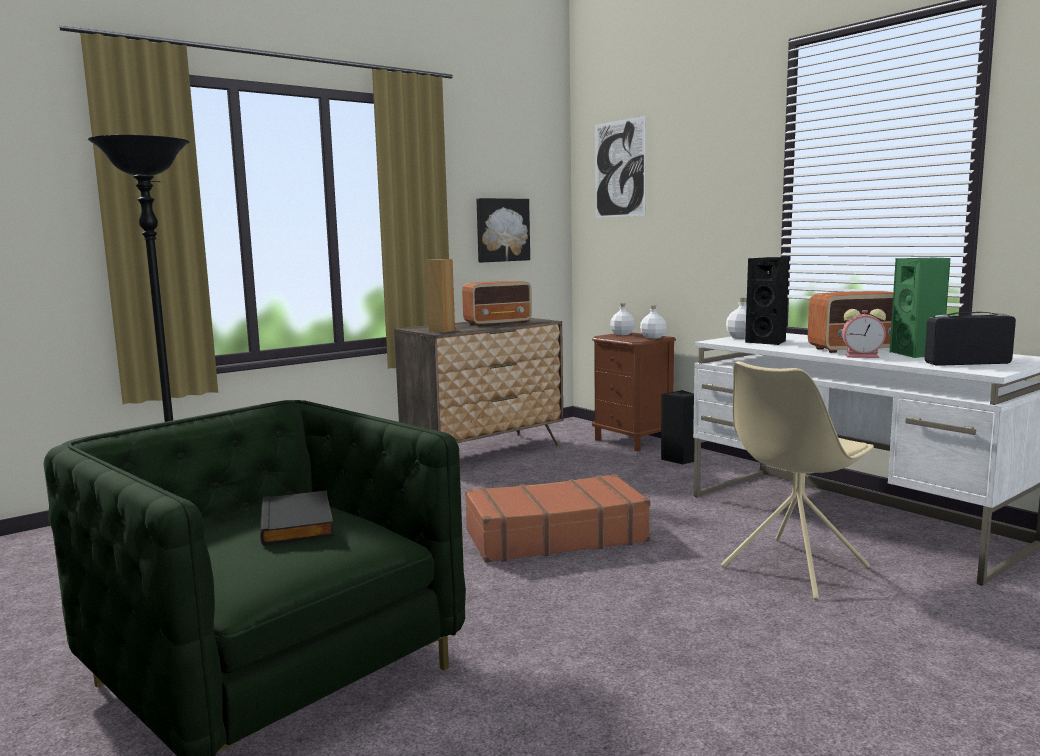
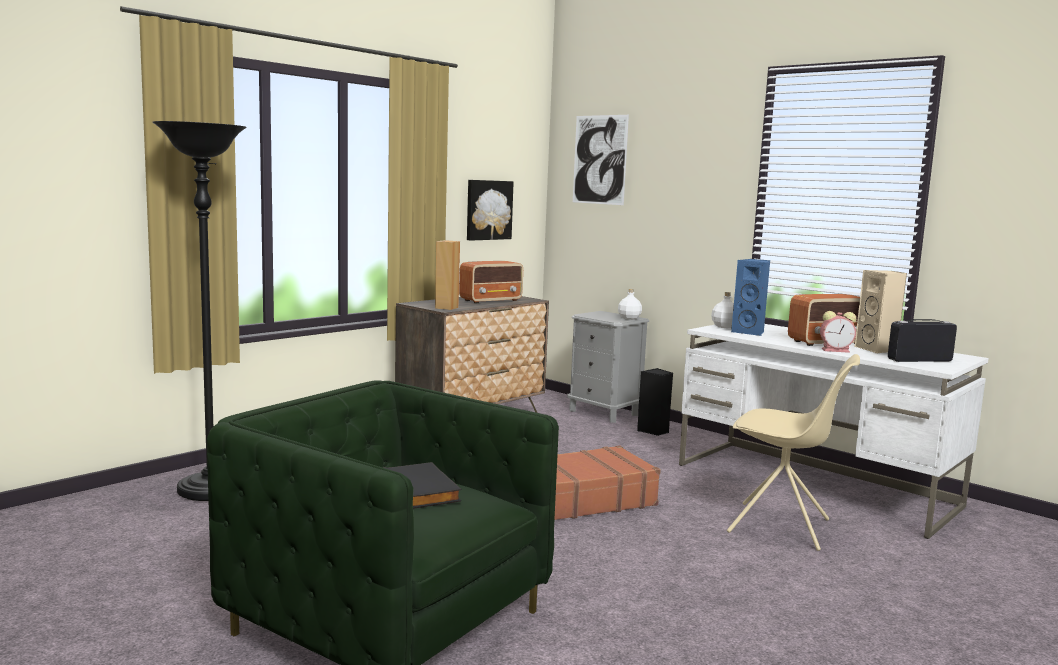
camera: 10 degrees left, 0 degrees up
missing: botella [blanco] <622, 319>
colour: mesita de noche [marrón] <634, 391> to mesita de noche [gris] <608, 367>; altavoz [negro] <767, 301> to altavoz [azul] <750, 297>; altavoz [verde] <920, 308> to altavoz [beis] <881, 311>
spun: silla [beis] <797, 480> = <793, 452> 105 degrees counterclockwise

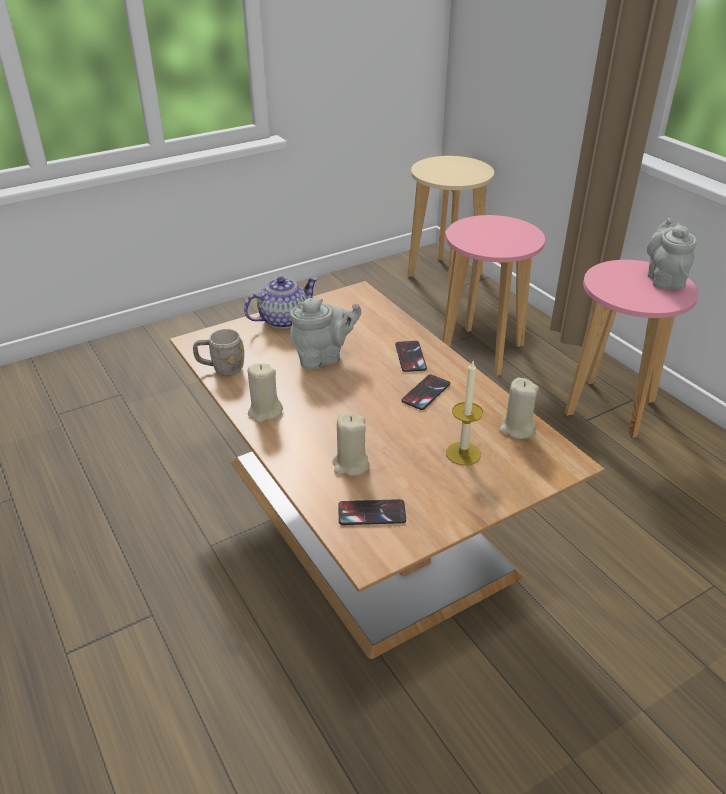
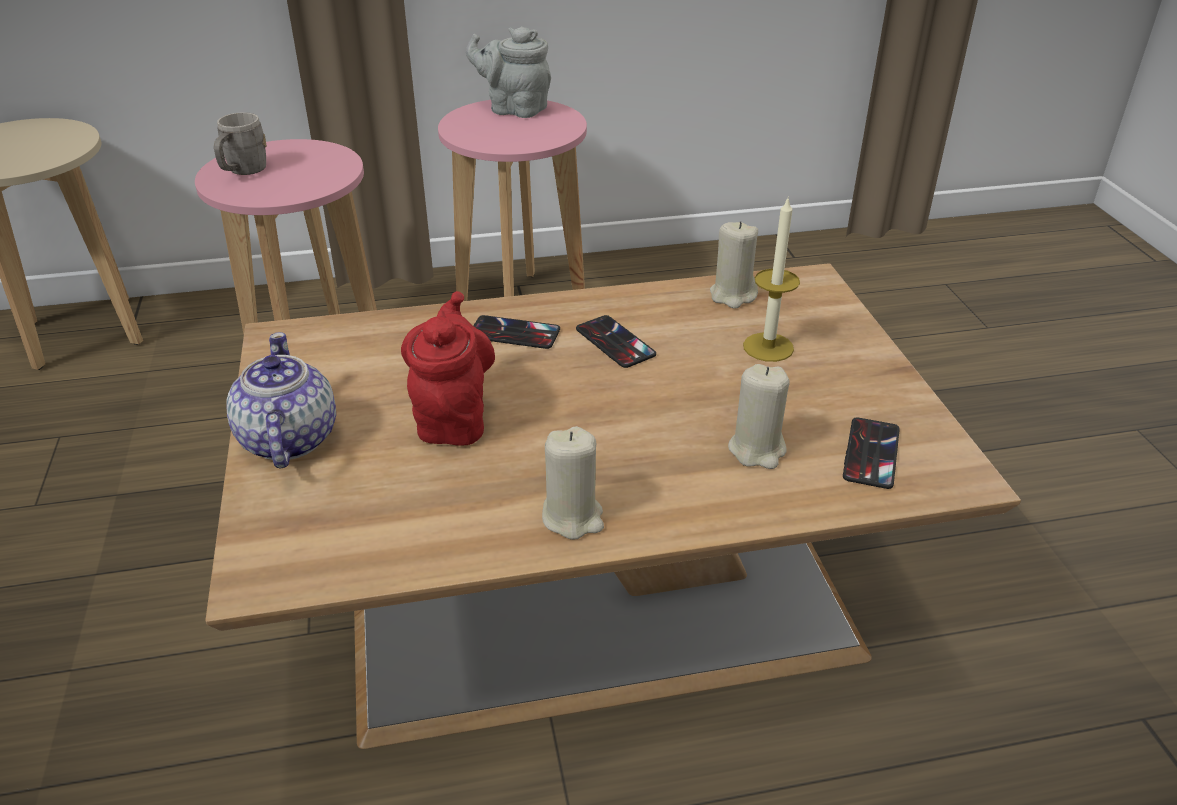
camera: 70 degrees left, 0 degrees up
relocated: taza grande [gris] <218, 352> to <240, 143>
colour: tetera [gris] <325, 333> to tetera [rojo] <448, 368>

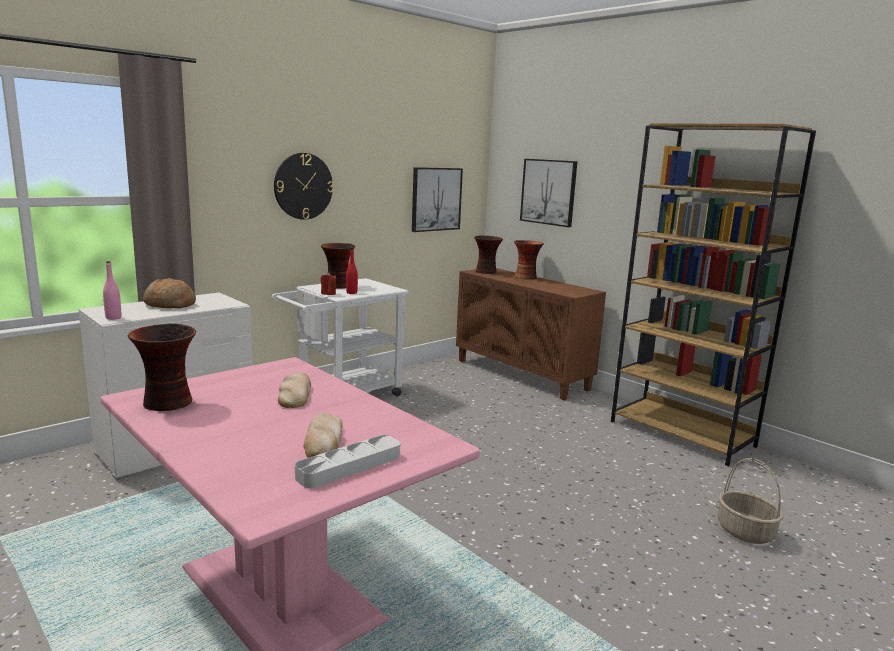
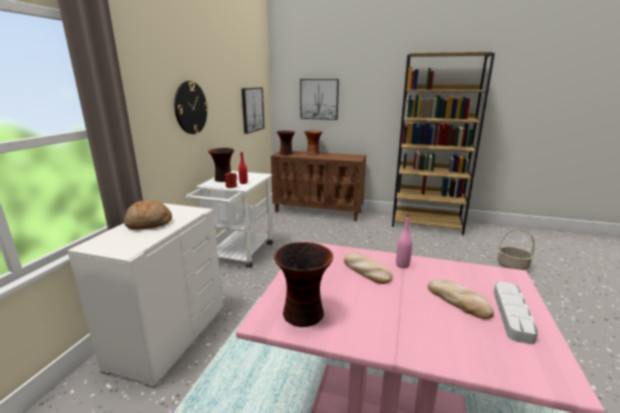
camera: 30 degrees left, 5 degrees up
relocated: botella [rosa] <112, 290> to <404, 241>

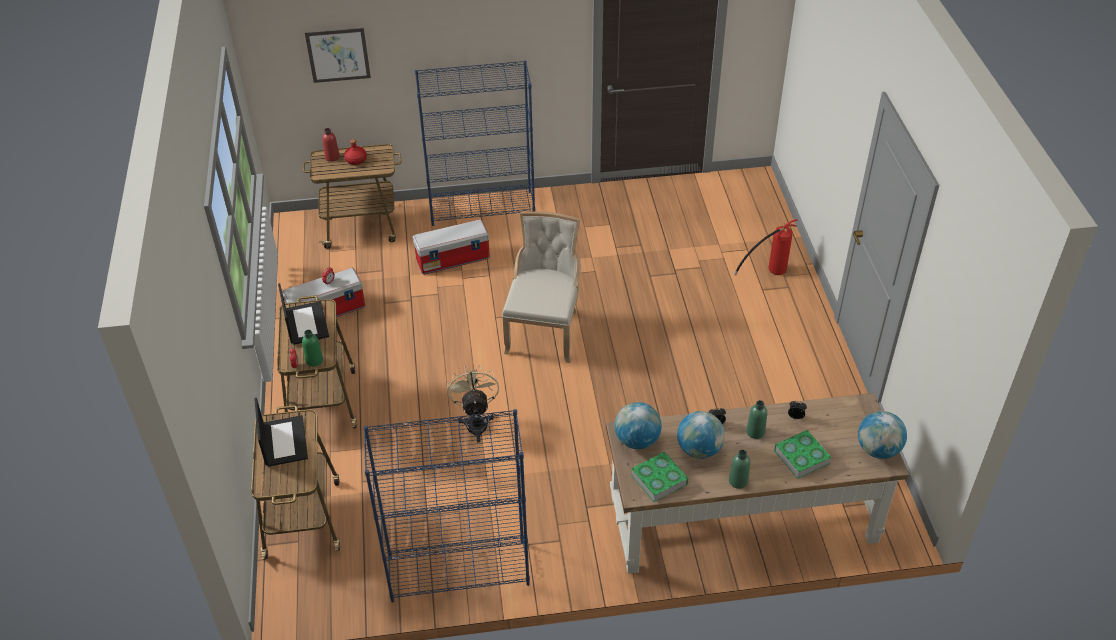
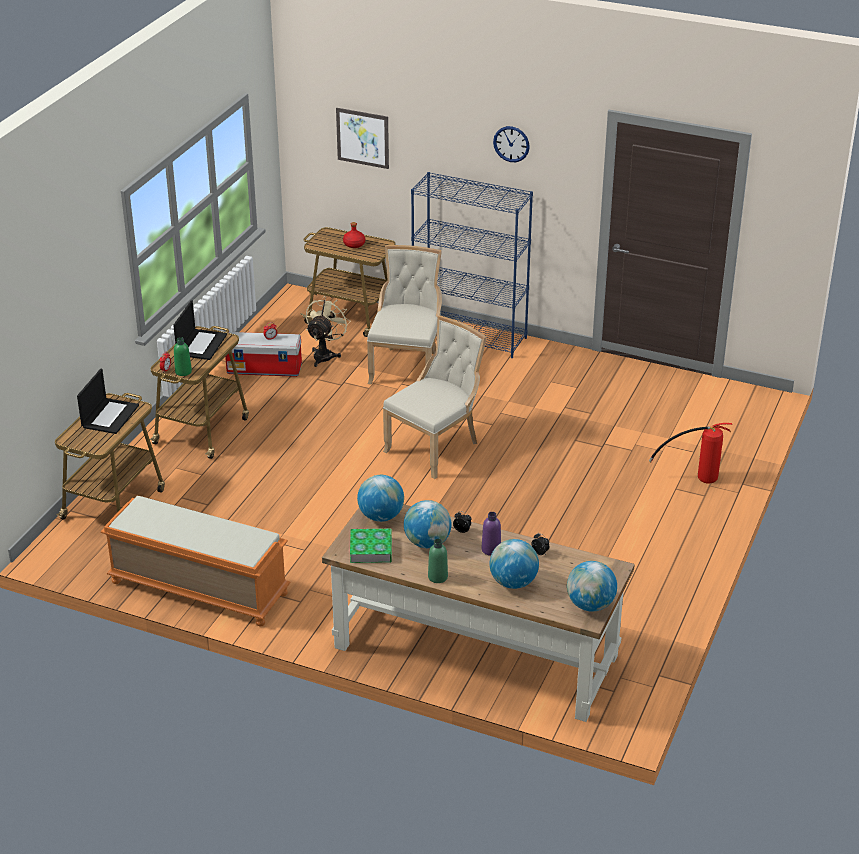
camera: 30 degrees right, 10 degrees down
missing: botella [rojo] <331, 145>
appeared: reloj de pared <511, 144>
relocated: ventilador [beis] <473, 404> to <328, 331>
exchanged: estantería [azul] <446, 506> to banco [naranja] <196, 561>; caja de almacenaje <451, 247> to silla [beis] <404, 314>; libro <803, 454> to globo terráqueo <514, 564>
colour: botella [verde] <756, 419> to botella [morado] <491, 534>

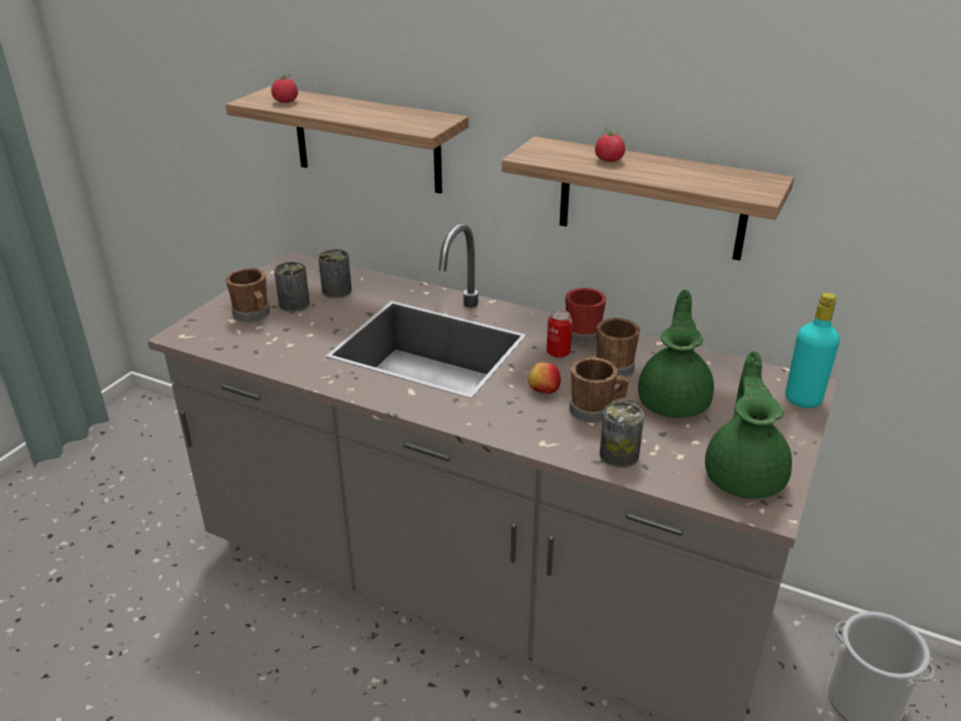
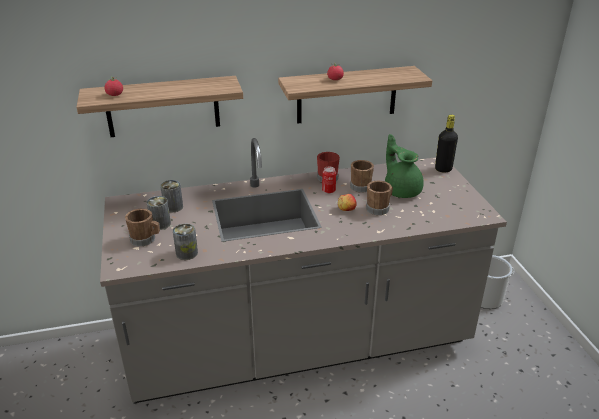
camera: 40 degrees left, 0 degrees up
missing: tetera [verde] <748, 425>
relocated: lata <622, 434> to <185, 241>
colour: botella [turquesa] <812, 350> to botella [negro] <446, 144>

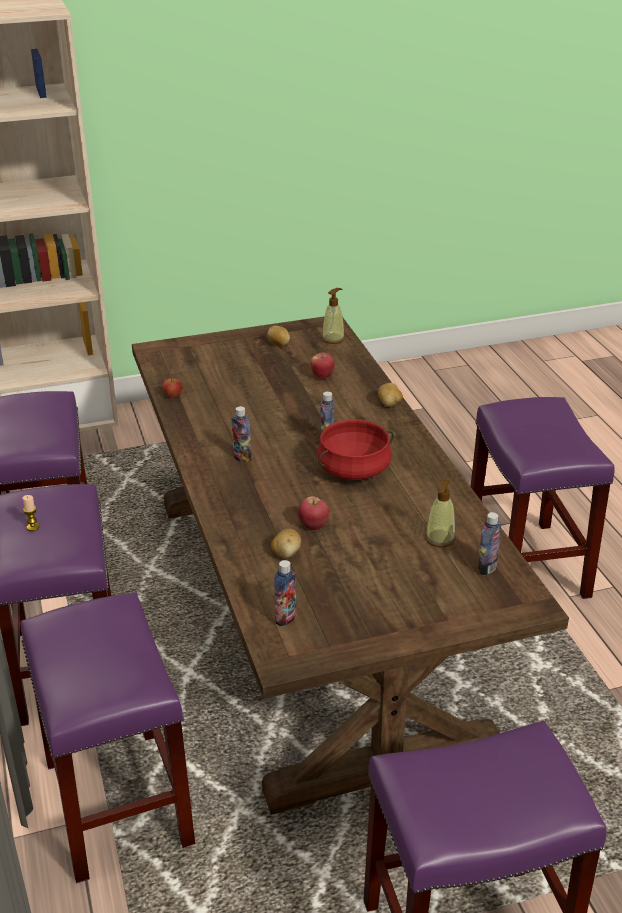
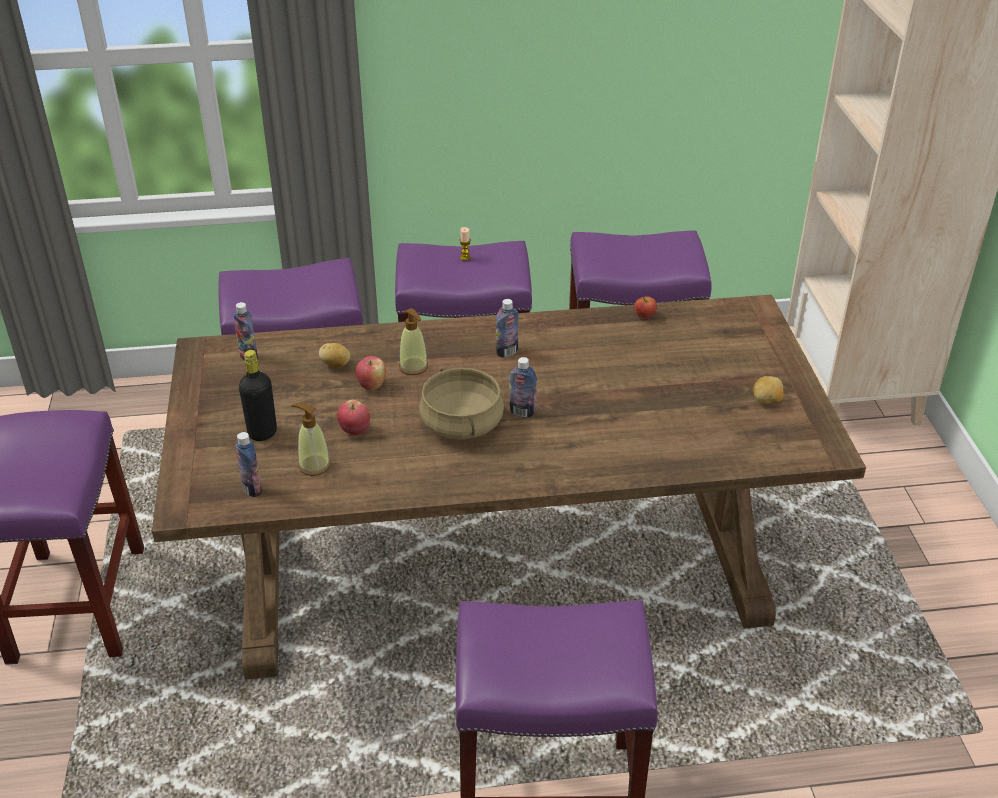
camera: 100 degrees right, 5 degrees up
missing: patata <390, 395>
appeared: botella [negro] <258, 395>
relocated: manzana <322, 365> to <353, 417>; dispensador de jabón <333, 316> to <413, 341>
colour: olla [rojo] <355, 450> to olla [beis] <461, 403>

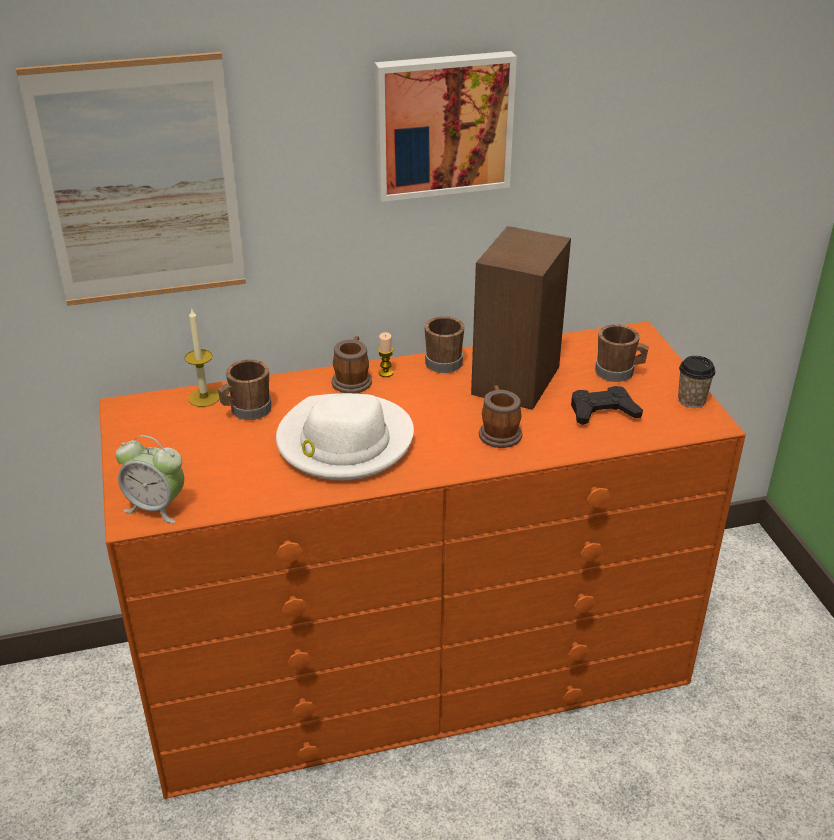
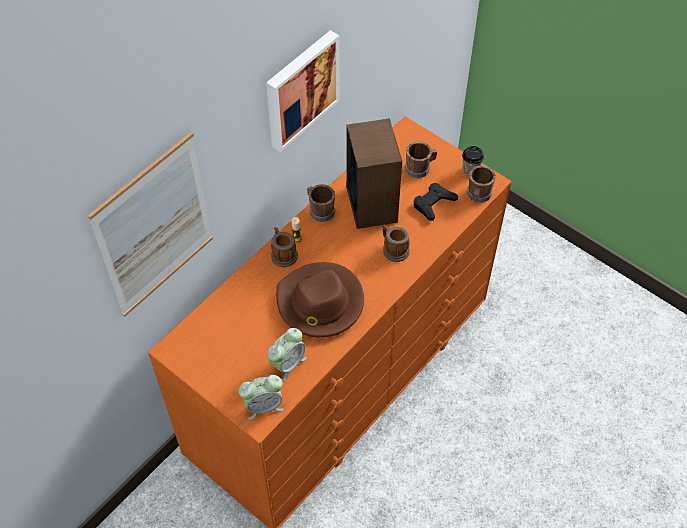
camera: 35 degrees left, 20 degrees up
missing: vela <202, 358>
appeared: despertador <287, 354>
relocated: taza grande [marrón] <245, 390> to <481, 184>
colour: sombrero [blanco] <345, 436> to sombrero [marrón] <320, 300>

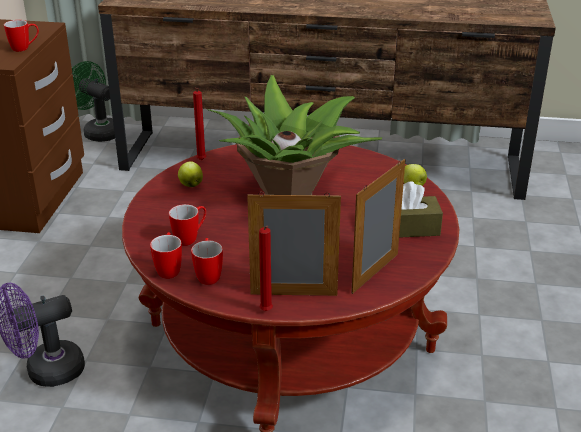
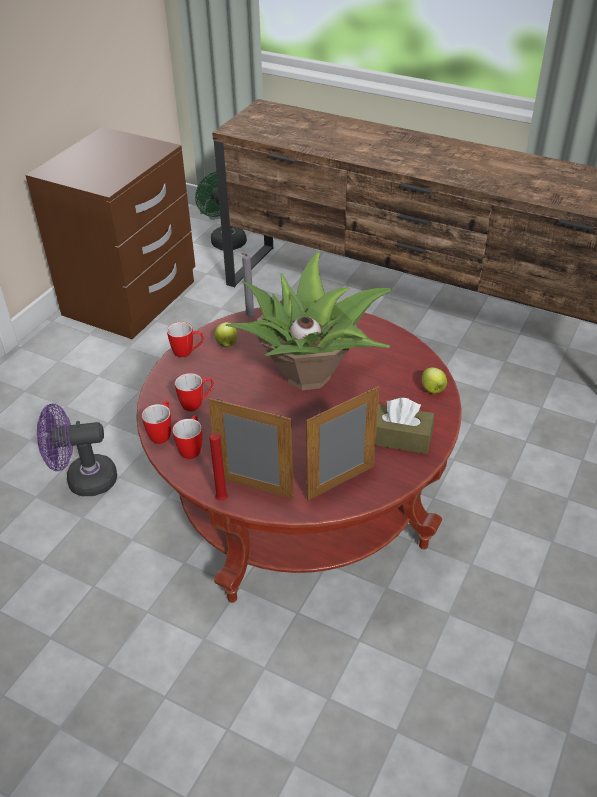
camera: 20 degrees right, 10 degrees up
relocated: taza grande <21, 36> to <185, 340>
colour: vela [rojo] <199, 124> to vela [gris] <248, 285>

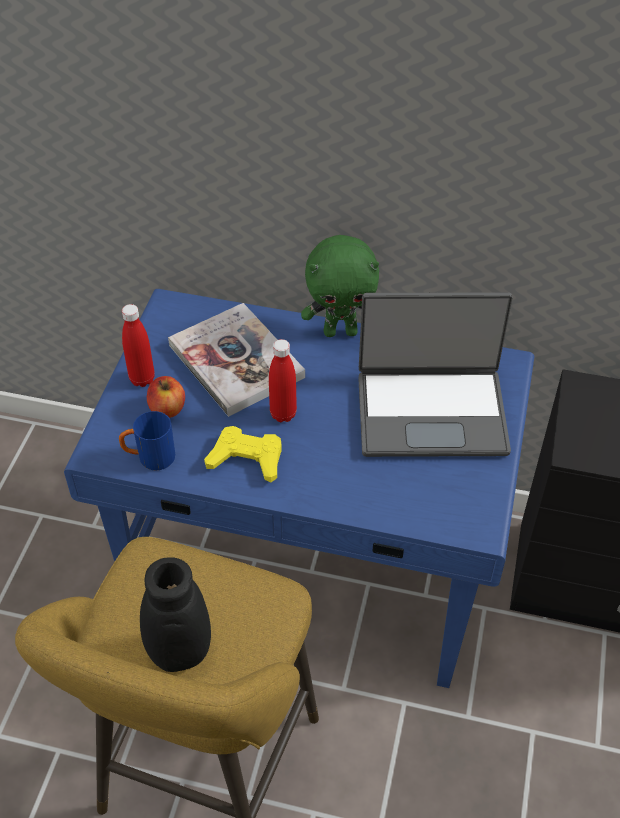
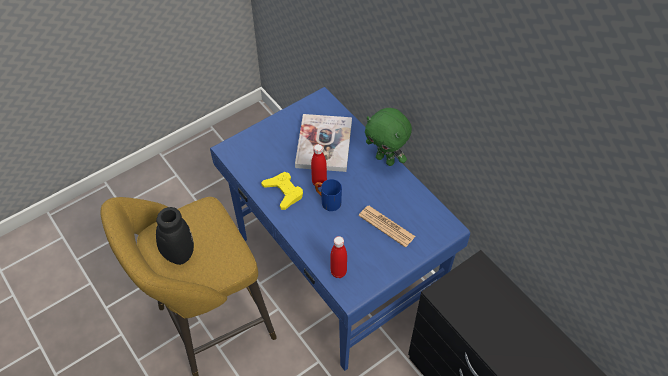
camera: 40 degrees right, 5 degrees up
missing: manzana <166, 397>
relocated: taza grande [azul] <147, 440> to <328, 195>; botella [rojo] <138, 345> to <338, 257>
exchanged: portátil <435, 374> to periódico <387, 226>

